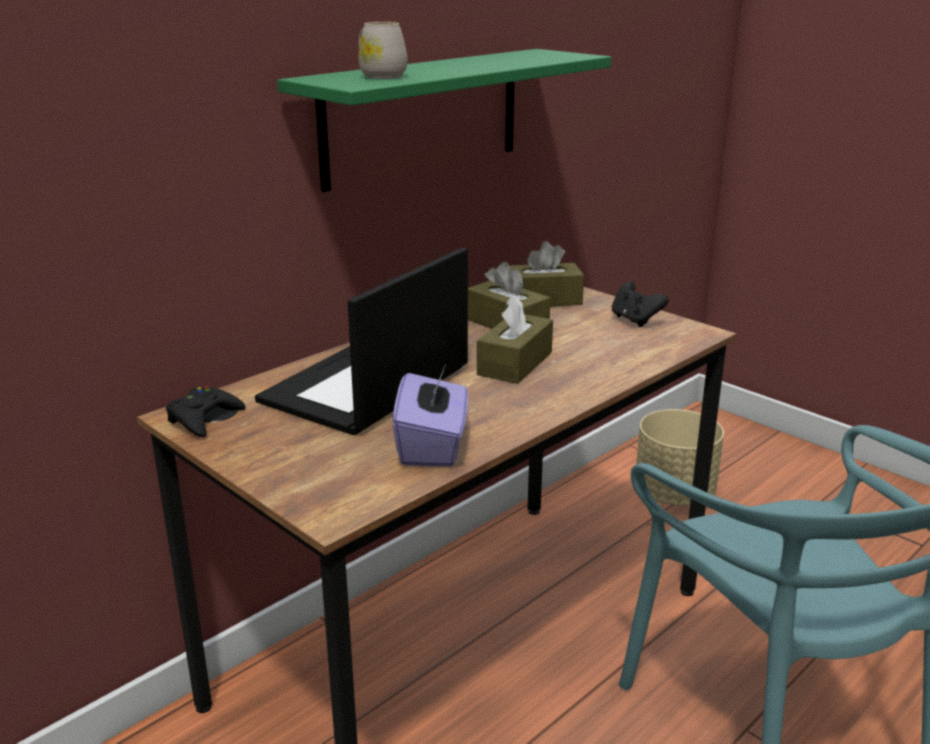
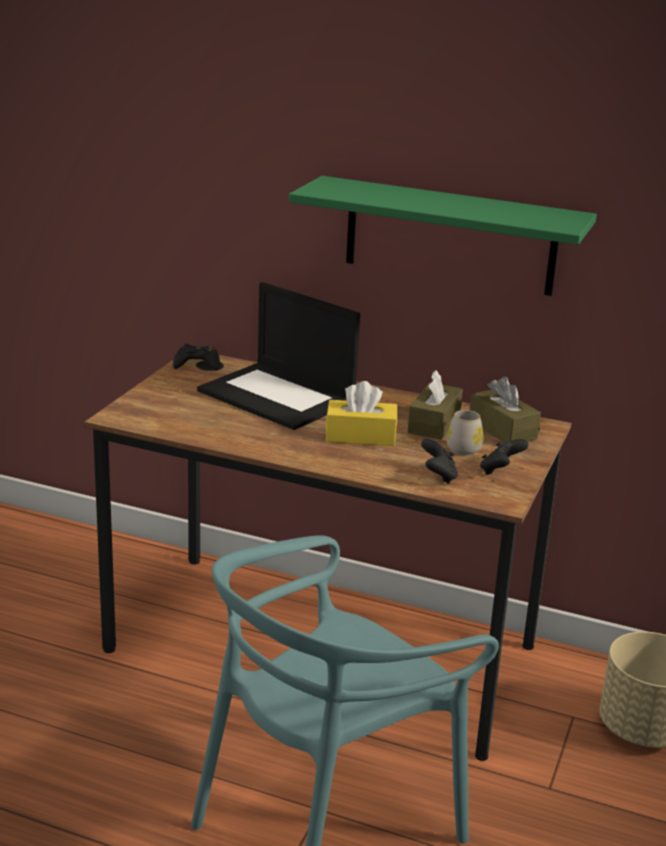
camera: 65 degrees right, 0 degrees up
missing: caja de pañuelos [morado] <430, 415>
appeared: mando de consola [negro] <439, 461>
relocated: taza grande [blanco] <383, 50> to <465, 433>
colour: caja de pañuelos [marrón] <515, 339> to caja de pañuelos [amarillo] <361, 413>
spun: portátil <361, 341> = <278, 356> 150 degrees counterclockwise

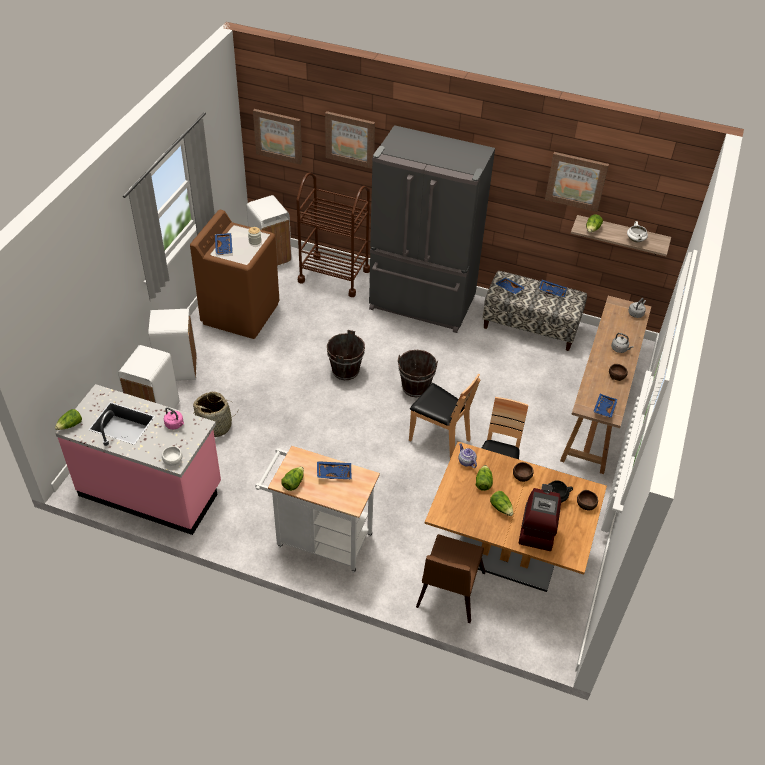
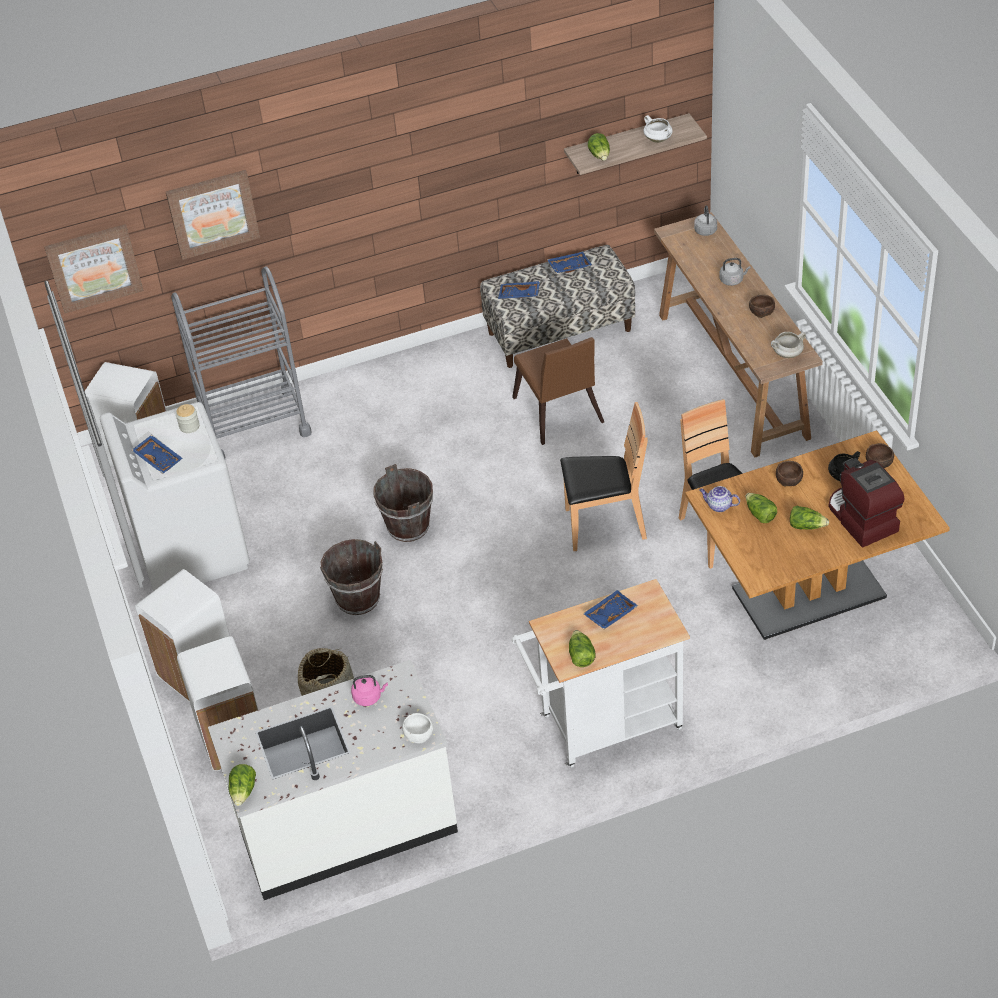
camera: 35 degrees left, 0 degrees up
missing: nevera [gris] <432, 229>; cuadro <577, 182>
relocated: cubo [marrón] <418, 374> to <351, 577>; silla [marrón] <451, 578> to <558, 391>
exchanged: bandeja [azul] <605, 406> to olla [blanco] <788, 345>
colour: mueble bajo de cocina [rosa] <138, 459> to mueble bajo de cocina [blanco] <333, 780>; lavadora [marrón] <234, 274> to lavadora [blanco] <175, 496>; carrito [marrón] <333, 235> to carrito [gris] <241, 362>

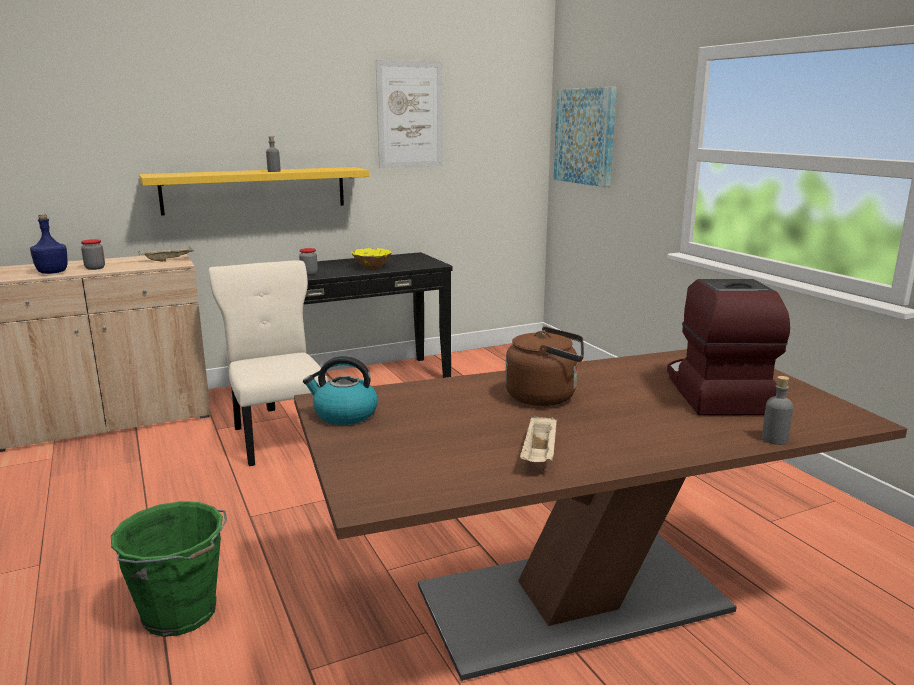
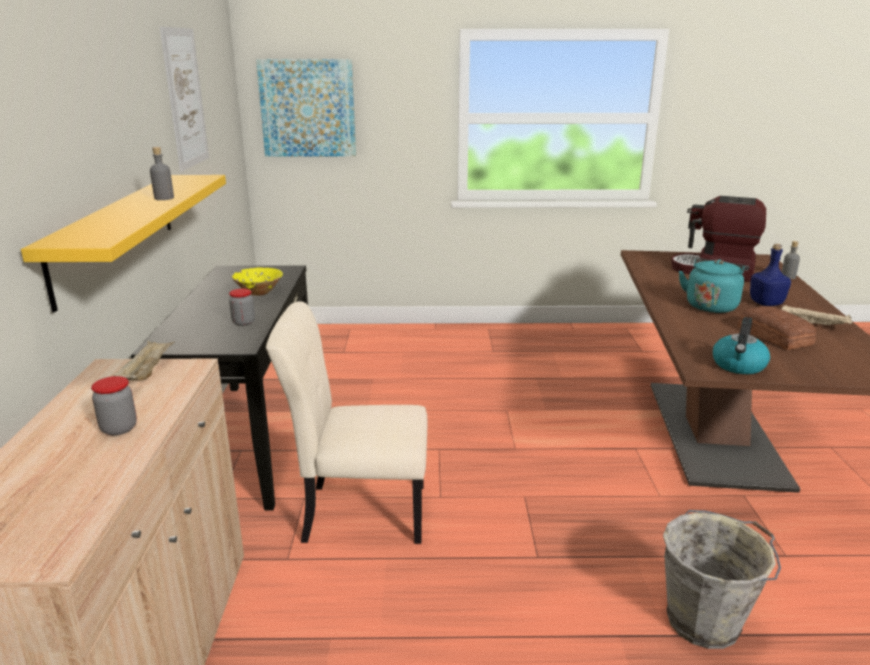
camera: 65 degrees left, 5 degrees up
appeared: pan <777, 328>
relocated: botella [azul] <49, 244> to <770, 275>
colour: cubo [verde] <169, 569> to cubo [gris] <722, 579>; hervidor [marrón] <544, 366> to hervidor [turquesa] <714, 285>

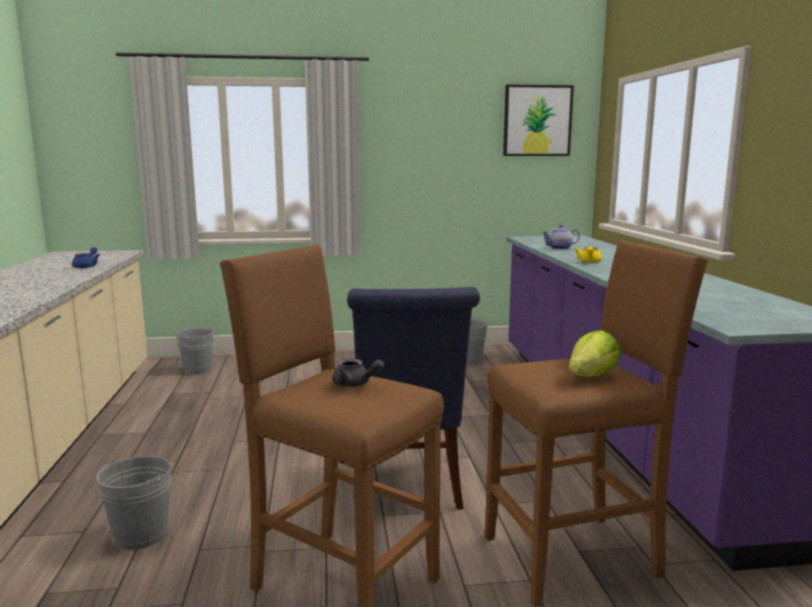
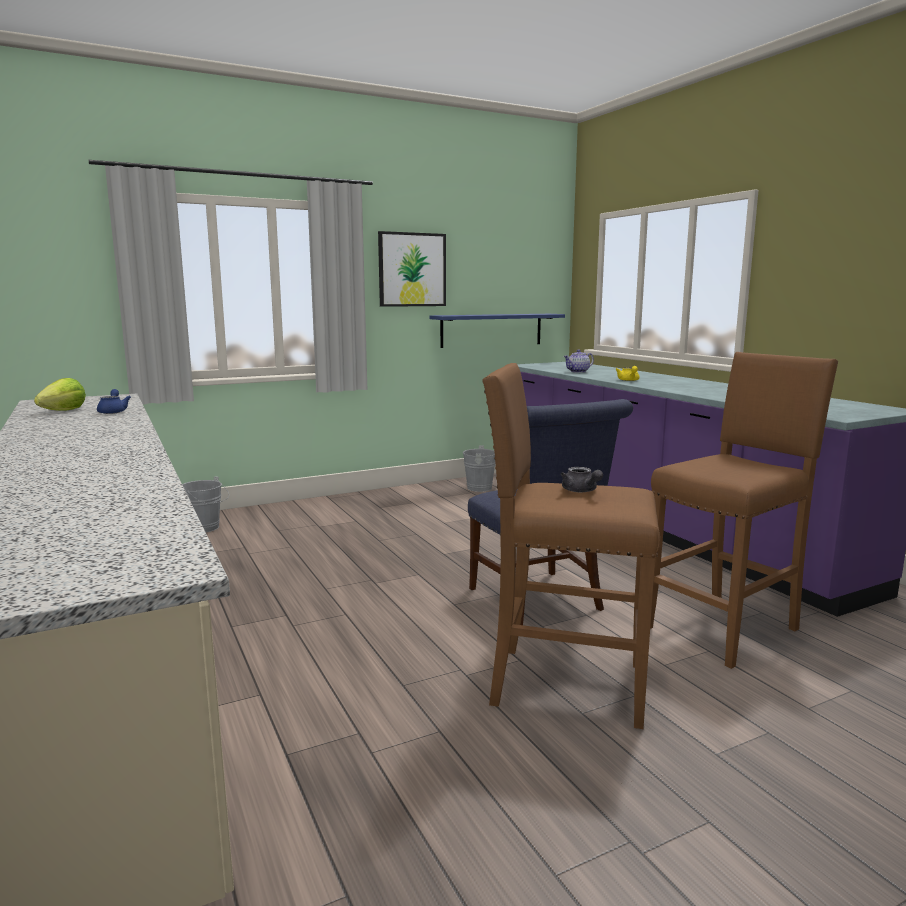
camera: 20 degrees left, 0 degrees up
missing: cubo [gris] <133, 503>
appeared: estante [azul] <497, 331>
relocated: cuadro <538, 120> to <412, 269>; lechuga <594, 353> to <60, 394>
spun: tetera [gris] <358, 373> = <582, 479> 60 degrees clockwise

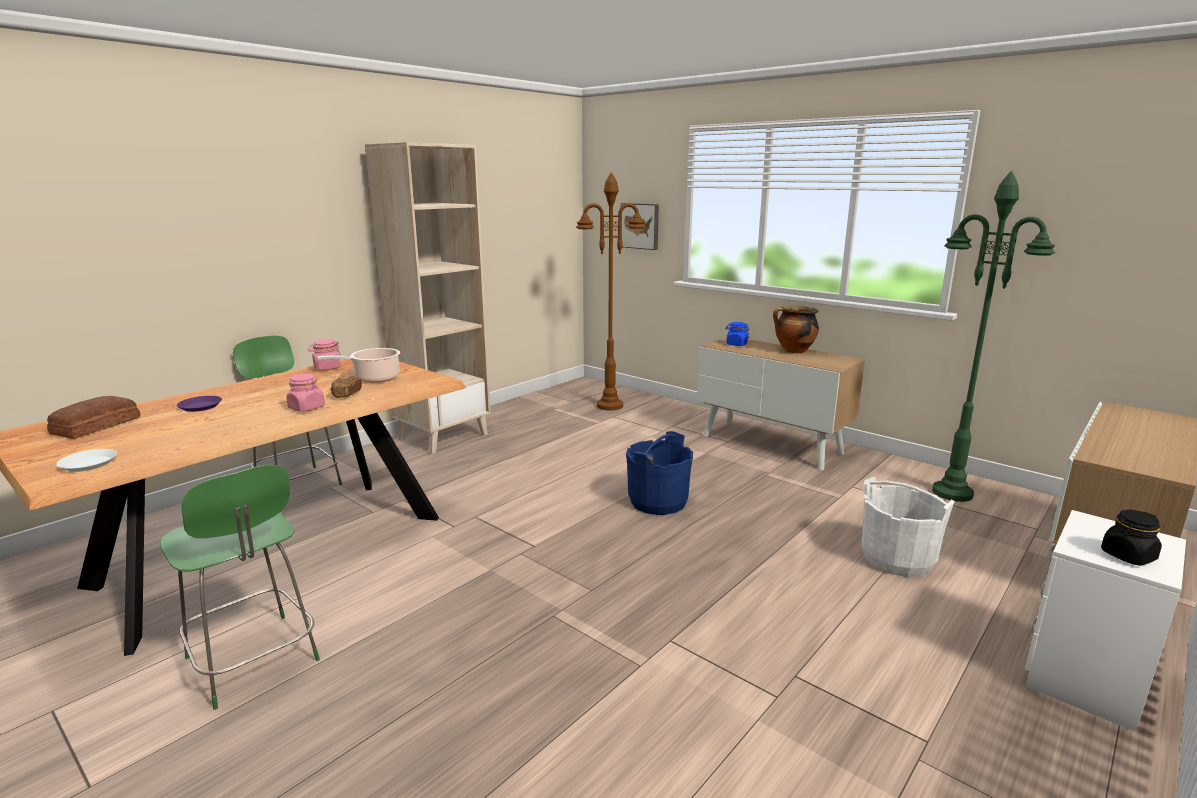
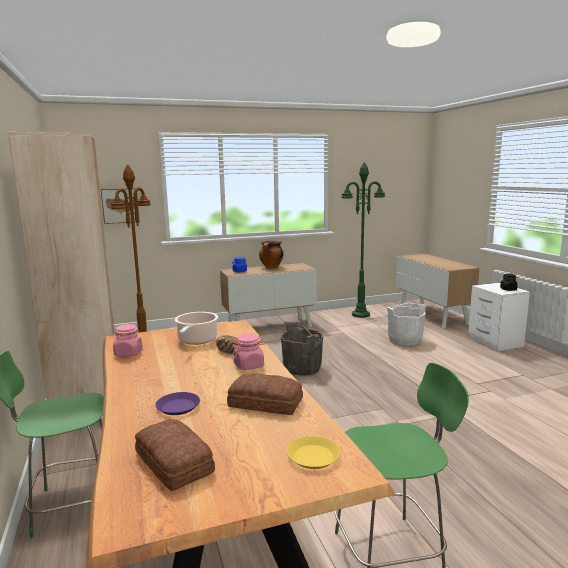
camera: 60 degrees left, 5 degrees down
appeared: pan <265, 394>
colour: plato [blanco] <86, 460> to plato [amarillo] <313, 452>; cubo [azul] <659, 473> to cubo [gris] <302, 349>

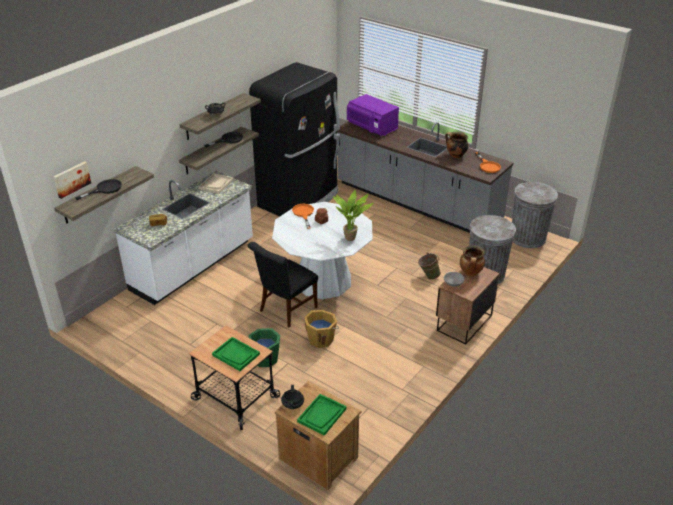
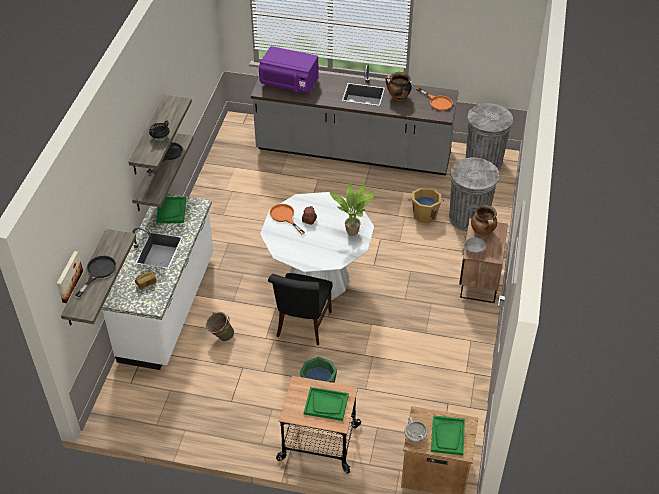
camera: 25 degrees left, 10 degrees up
missing: nevera [negro] <294, 139>
relocated: cubo [naranja] <321, 329> to <426, 205>; cubo [verde] <429, 266> to <220, 326>
colour: bandeja [beis] <216, 183> to bandeja [verde] <171, 210>; olla [negro] <292, 397> to olla [blanco] <415, 429>

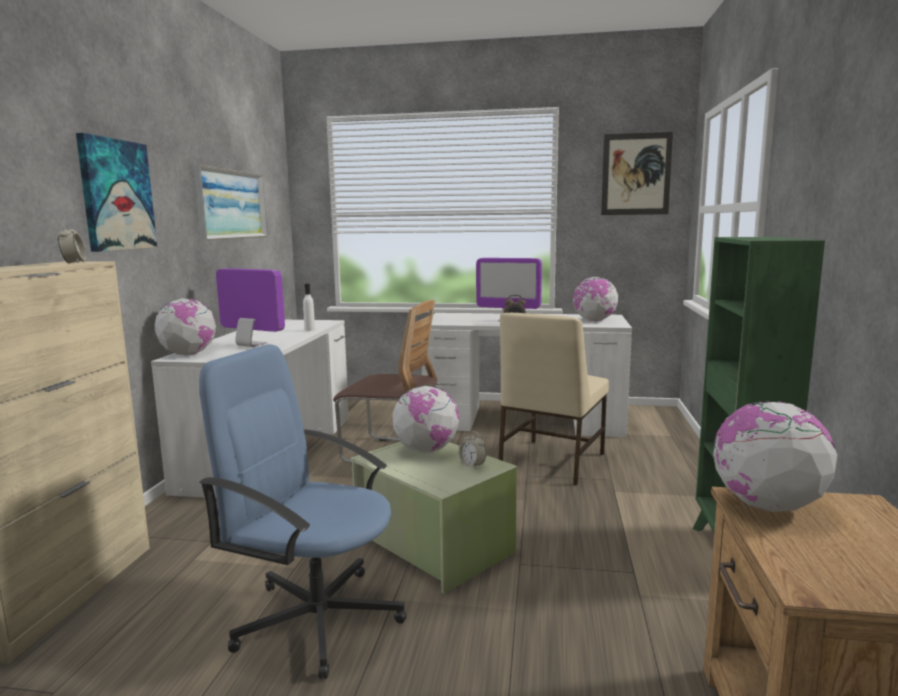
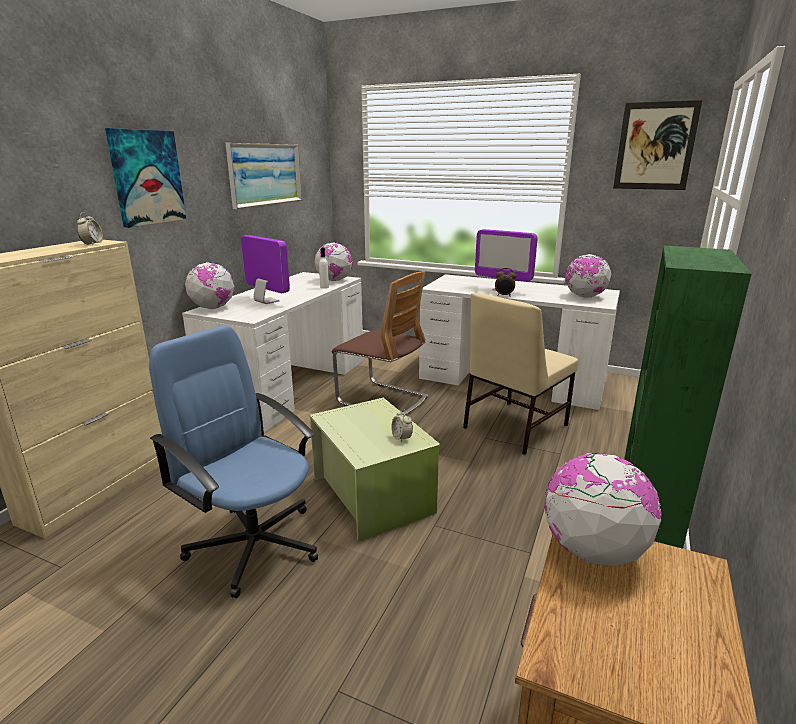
camera: 15 degrees right, 10 degrees up
relocated: globo terráqueo <425, 419> to <333, 261>

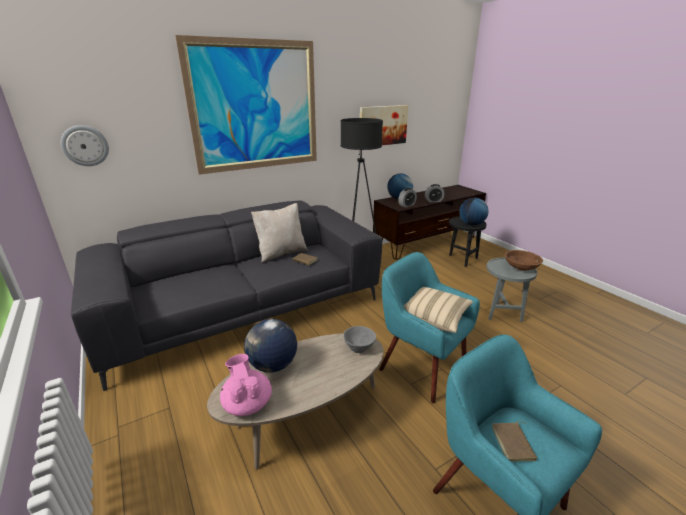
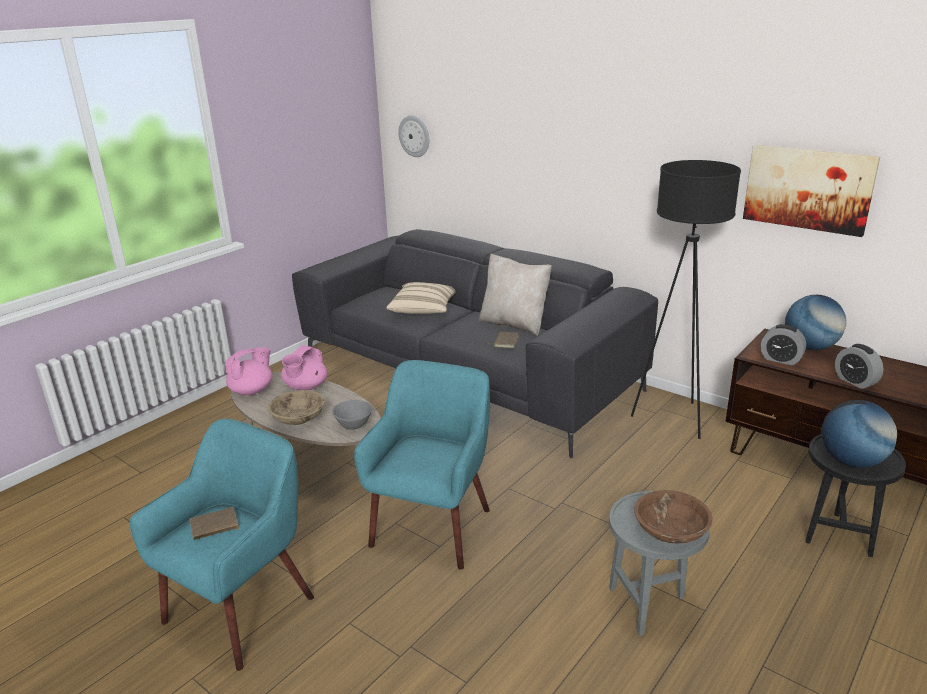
camera: 70 degrees right, 0 degrees up
missing: cuadro <246, 105>
appeared: cuenco [beis] <296, 407>
relocated: cojín [beis] <438, 310> to <421, 298>
exchanged: globo terráqueo <270, 346> to tetera [rosa] <304, 367>

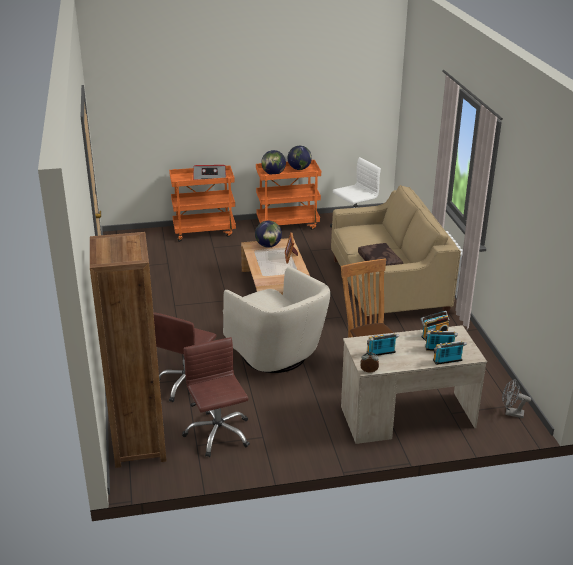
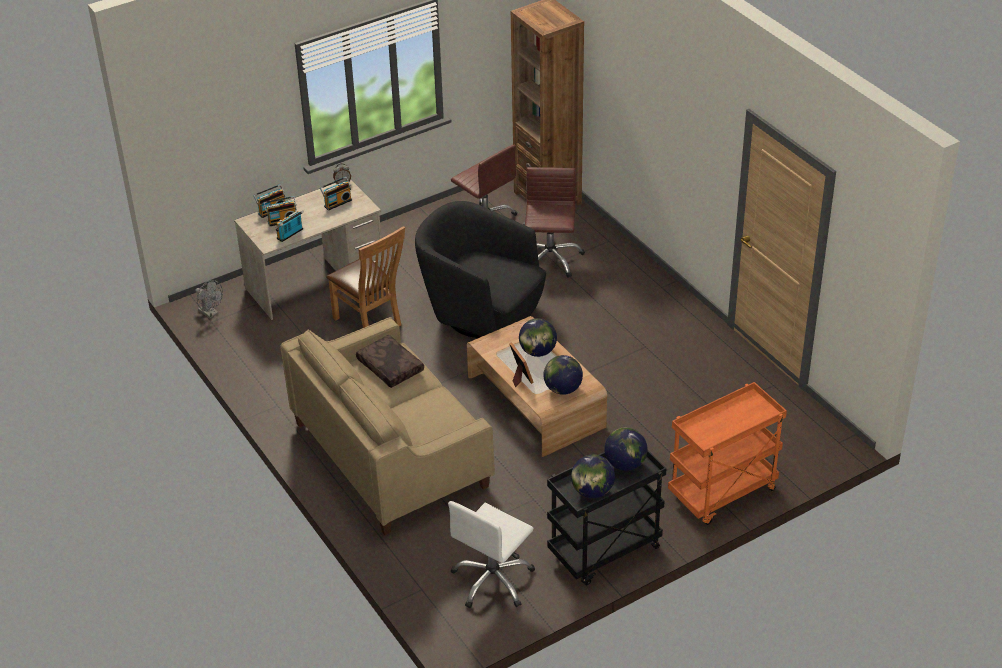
camera: 160 degrees right, 10 degrees up
missing: radio <209, 172>
appeared: globo terráqueo <538, 337>
colour: sillón [beis] <276, 320> to sillón [negro] <480, 269>; carrito [naranja] <288, 195> to carrito [negro] <607, 517>
spun: ventilador [gris] <516, 398> = <209, 299> 45 degrees clockwise

